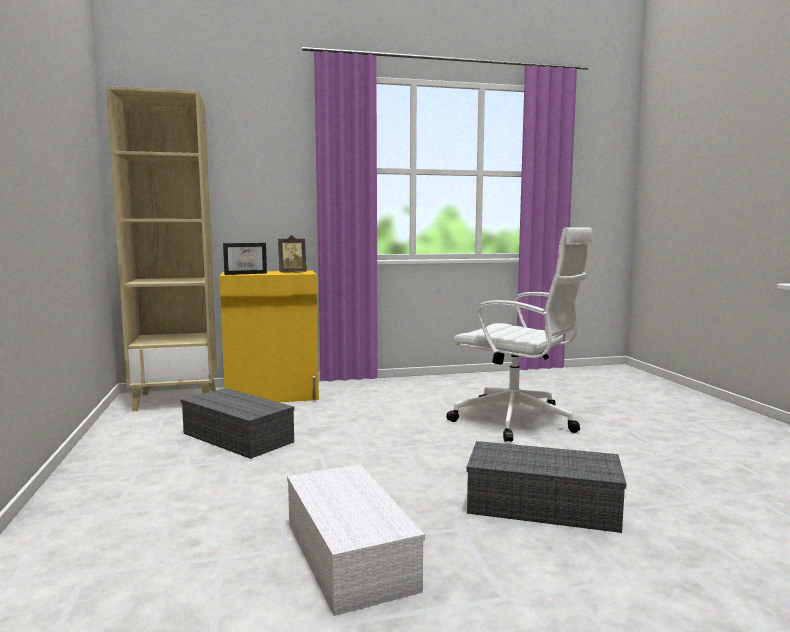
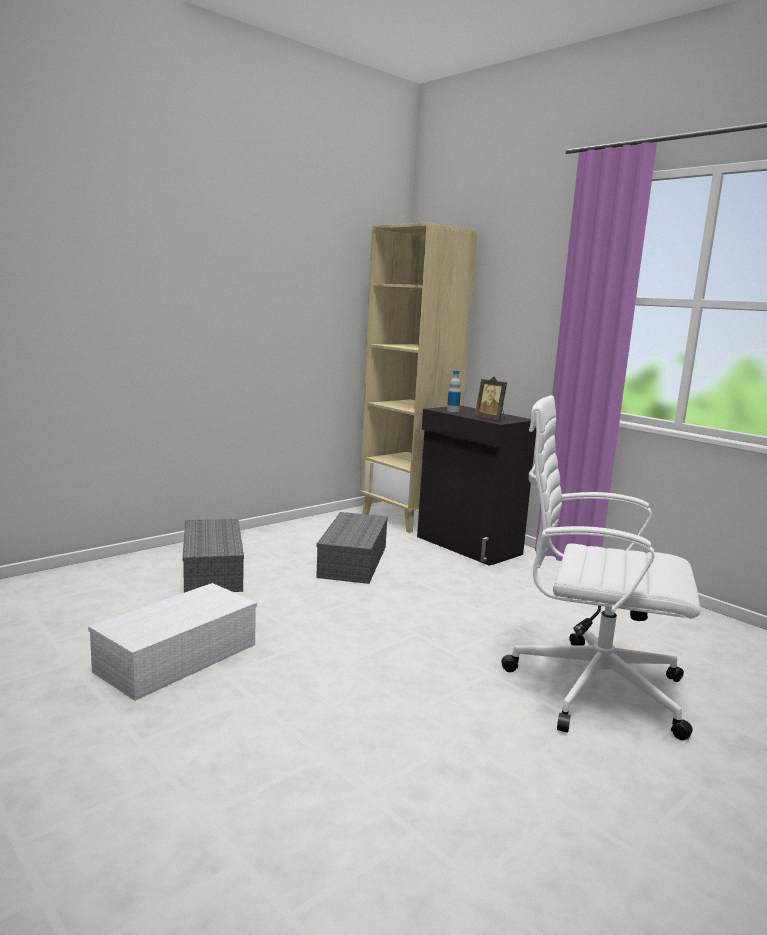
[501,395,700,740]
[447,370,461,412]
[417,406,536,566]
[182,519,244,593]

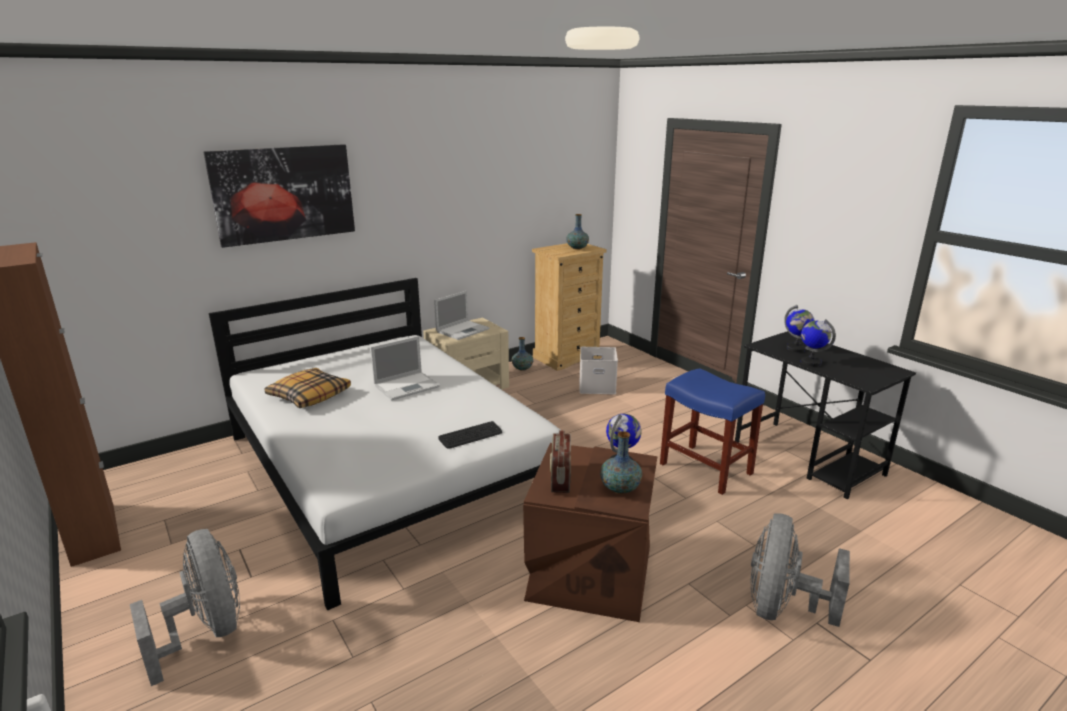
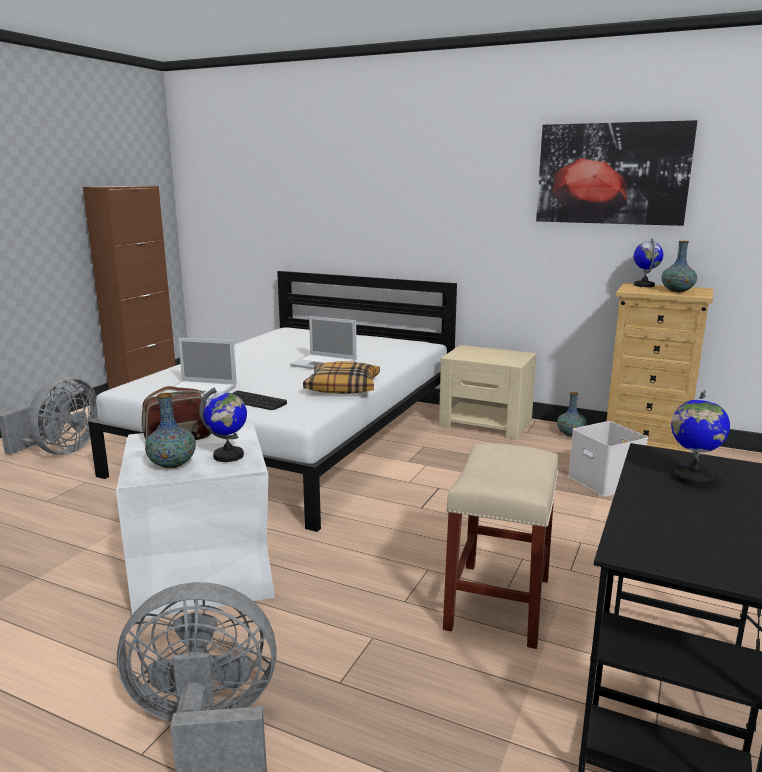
[536,120,697,226]
[162,338,237,400]
[634,239,663,287]
[303,361,380,394]
[443,443,558,649]
[116,423,275,620]

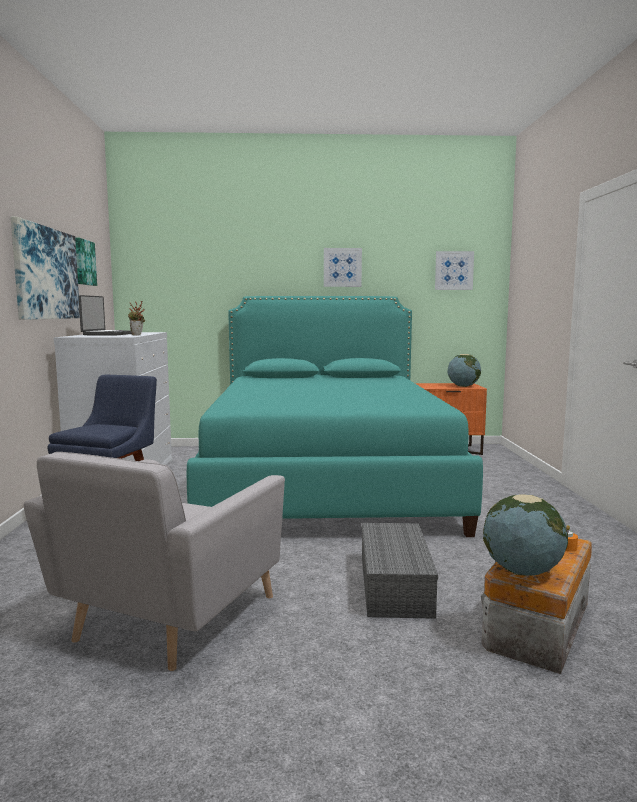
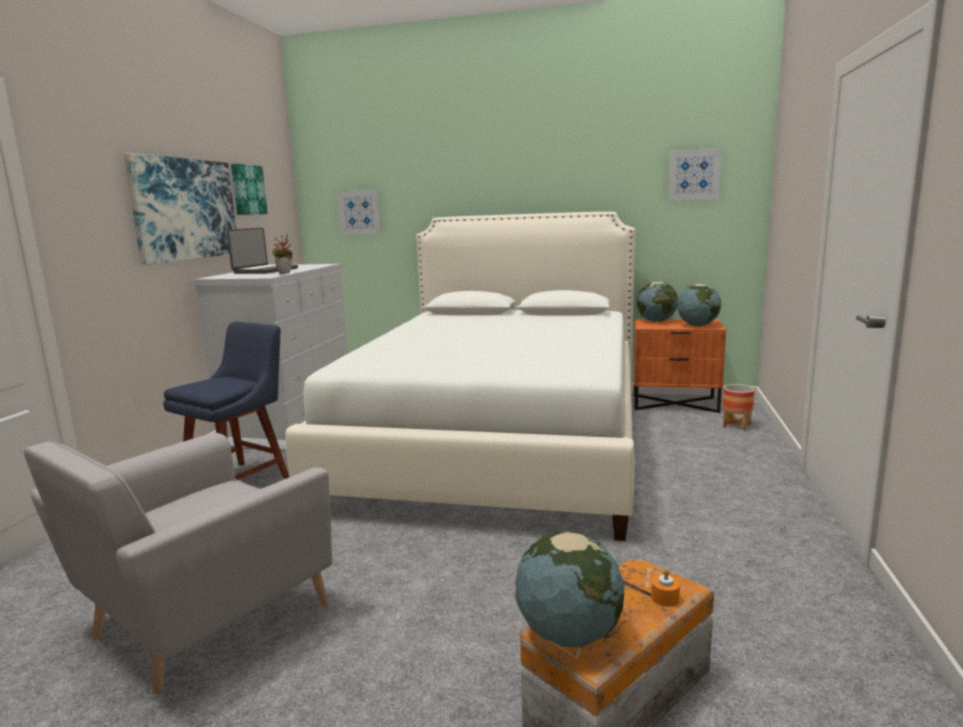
[337,190,381,235]
[286,212,635,541]
[361,523,438,619] (first image)
[637,282,678,322]
[723,384,755,431]

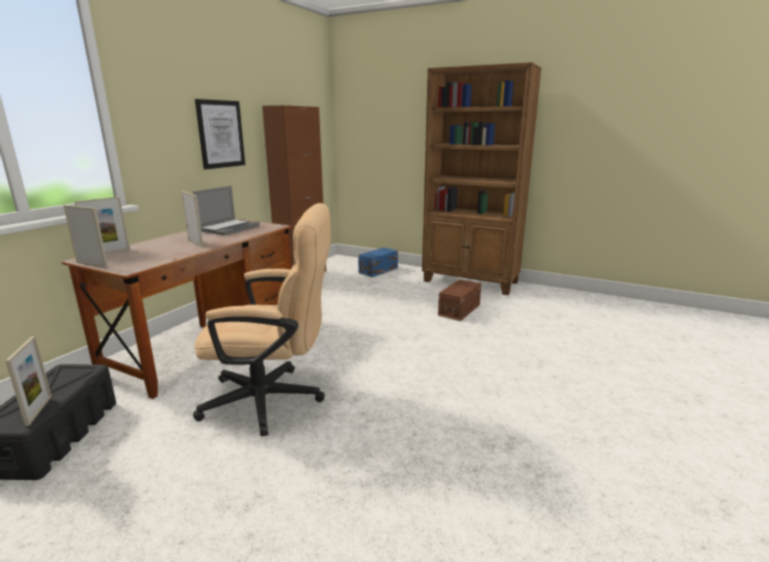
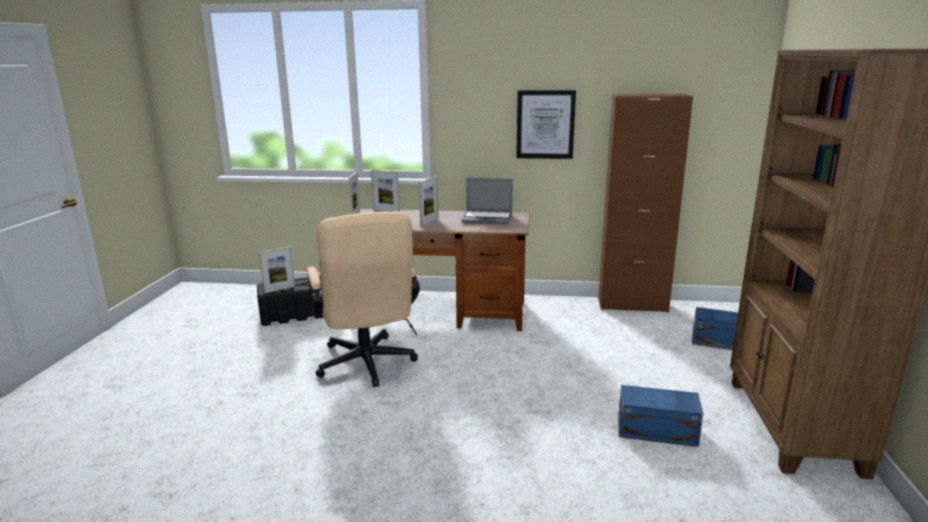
[618,385,703,447]

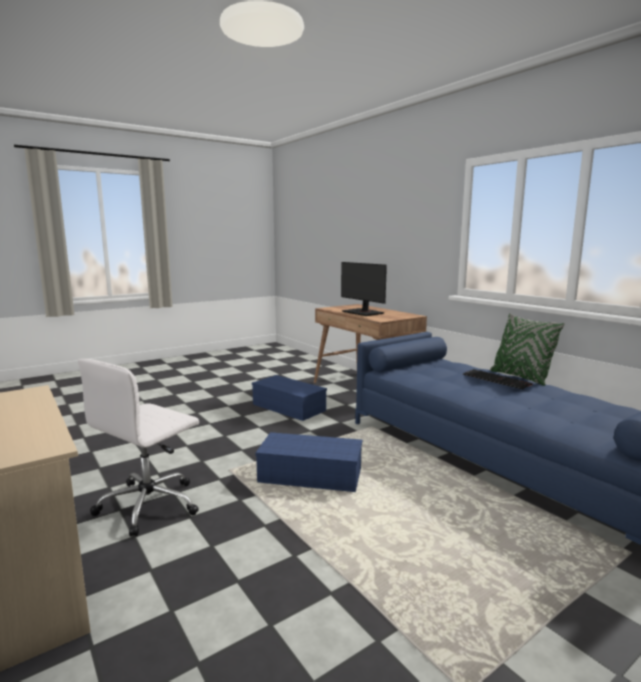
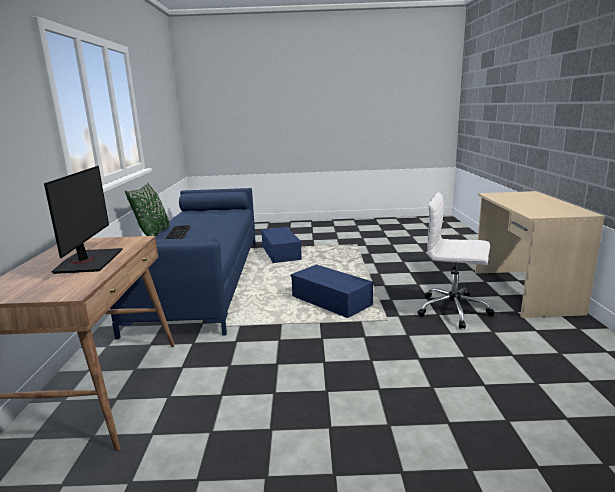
[418,192,494,329]
[261,227,302,263]

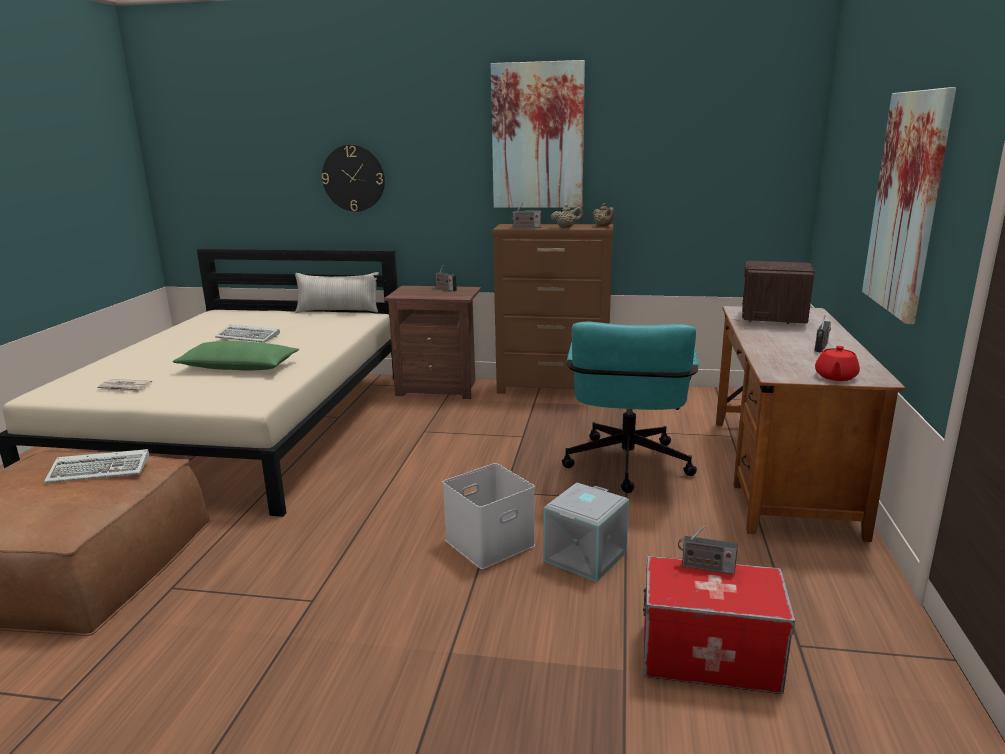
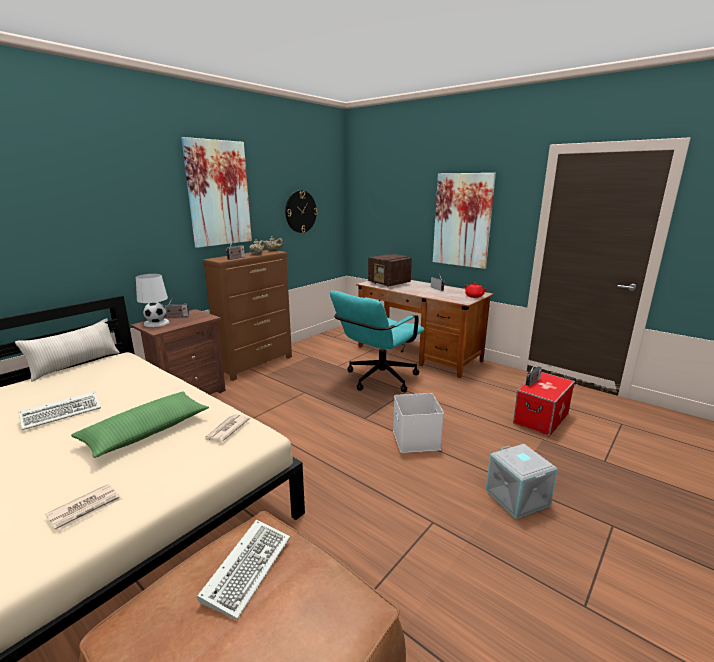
[285,190,317,233]
[330,291,425,392]
[486,444,558,519]
[136,274,169,327]
[205,414,250,442]

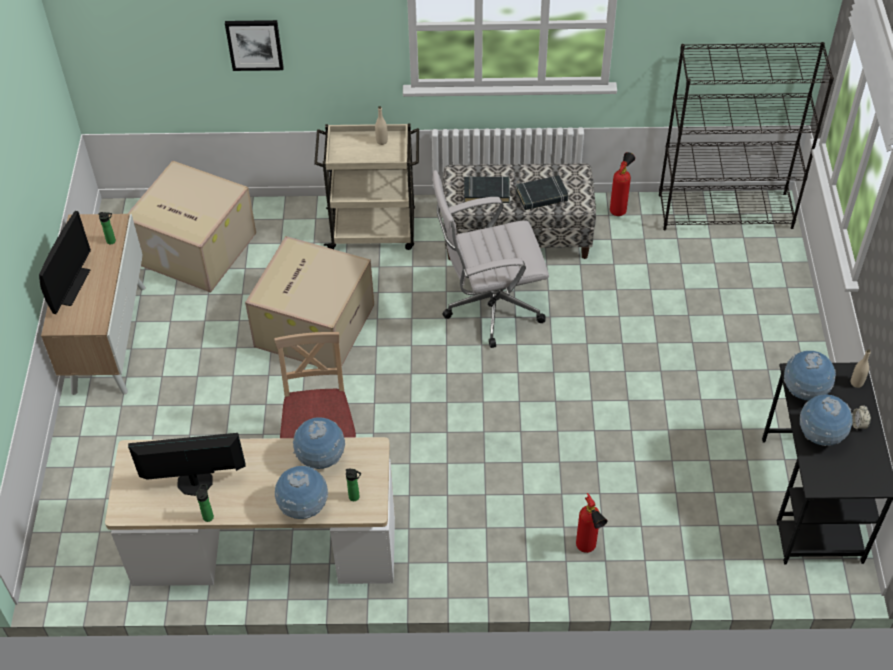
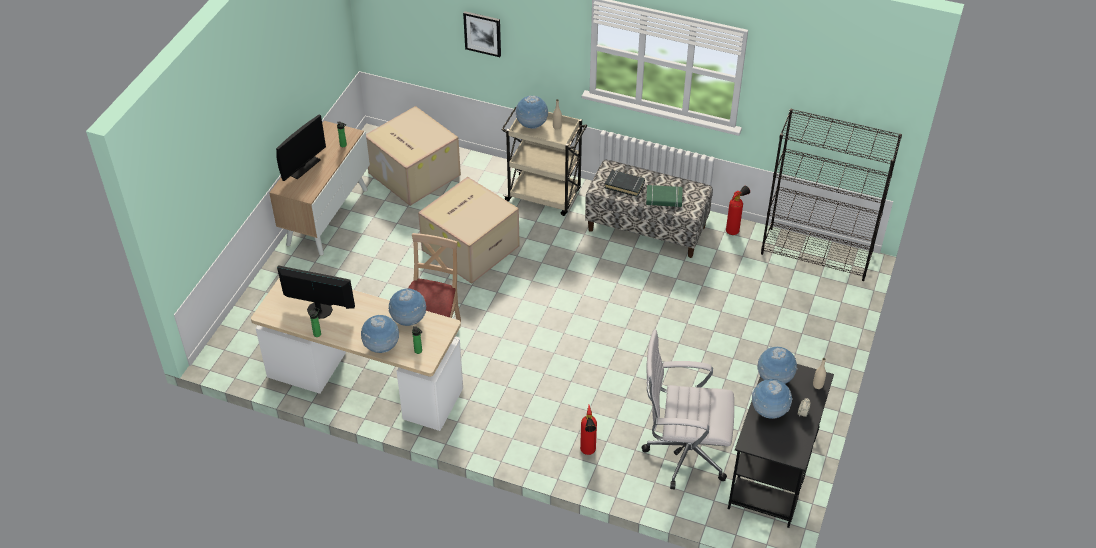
[642,330,734,489]
[646,185,683,207]
[515,96,548,129]

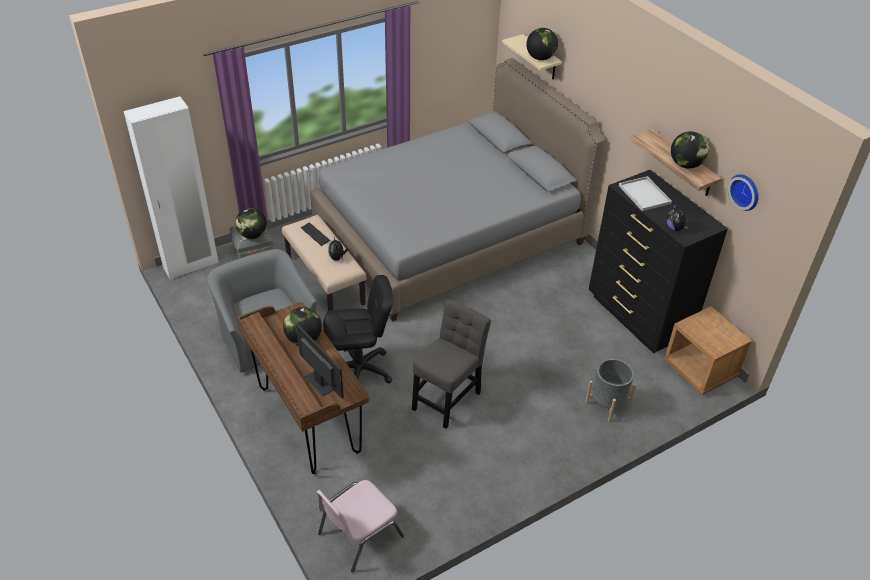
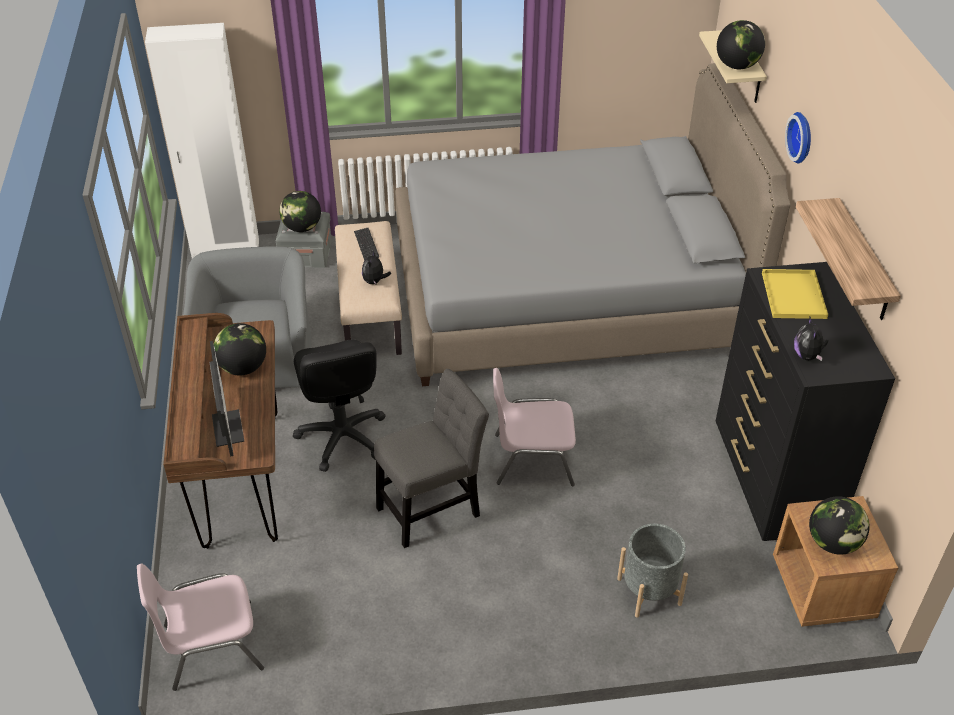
[809,496,870,554]
[785,112,811,164]
[762,269,828,319]
[293,339,386,472]
[493,368,576,486]

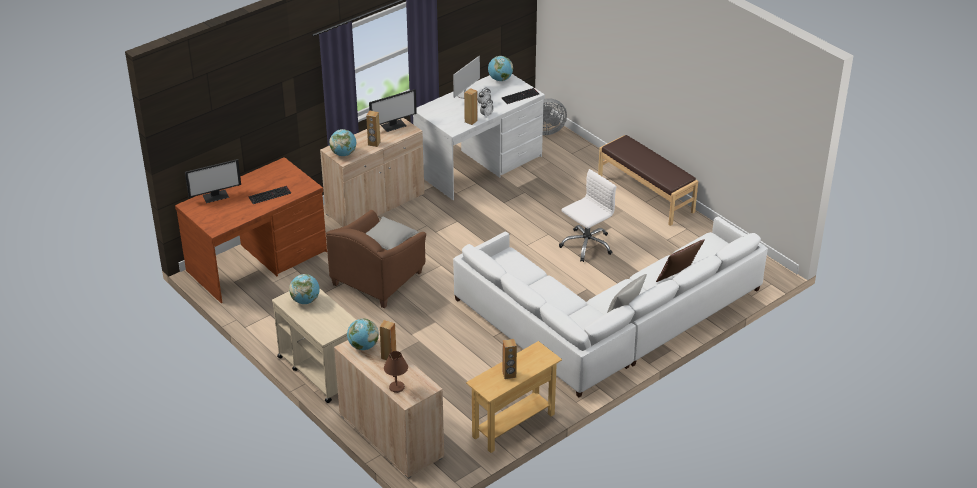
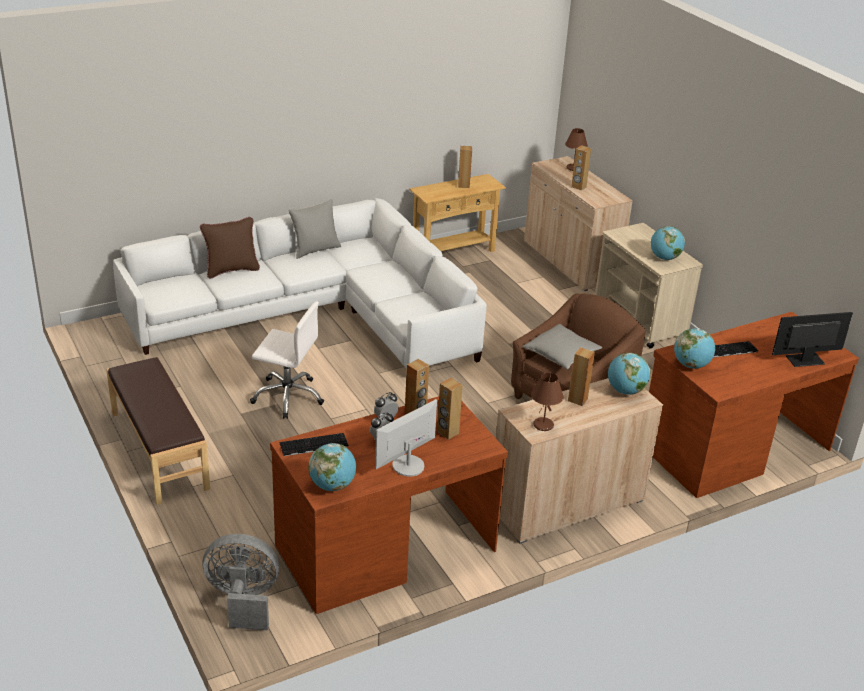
[270,396,508,614]
[531,373,564,431]
[250,301,324,419]
[674,329,715,369]
[437,378,462,440]

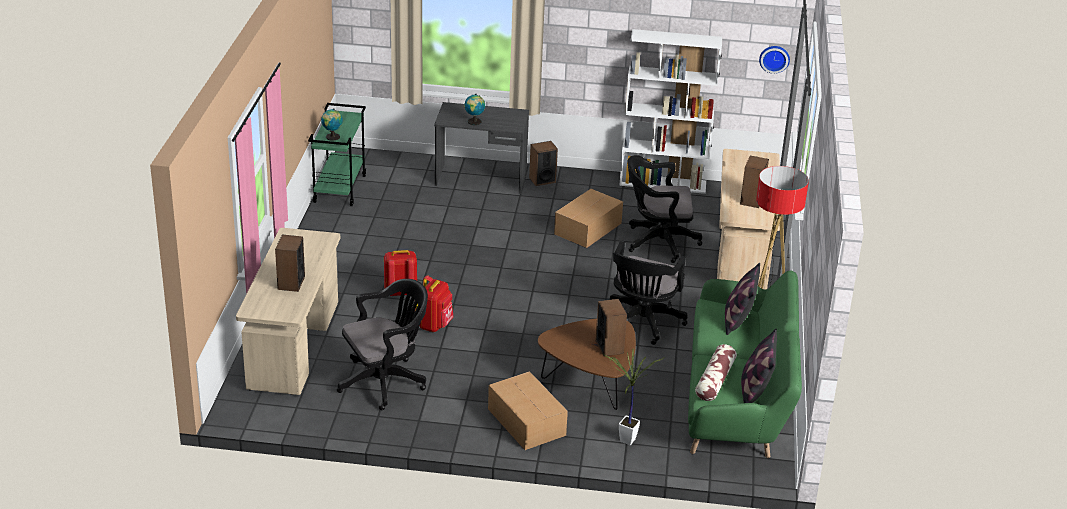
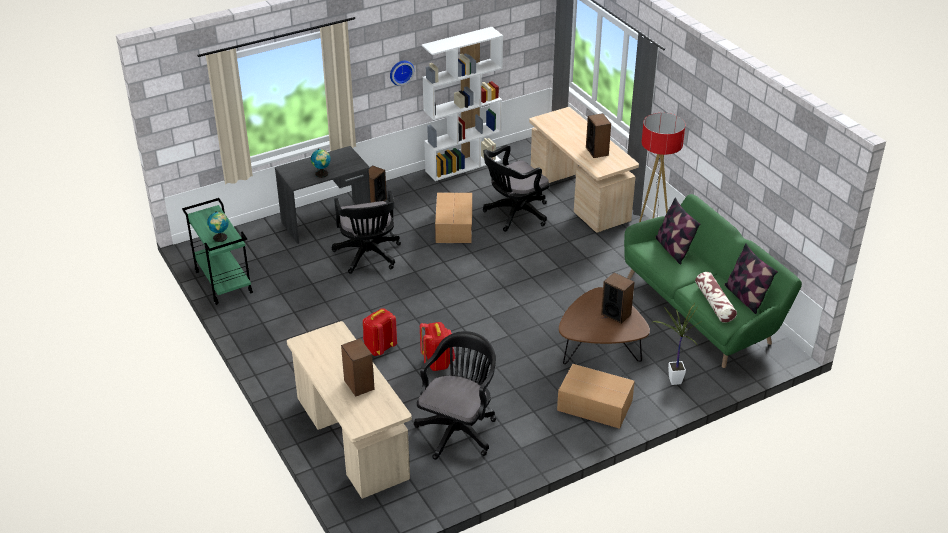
[390,61,414,86]
[332,191,401,274]

